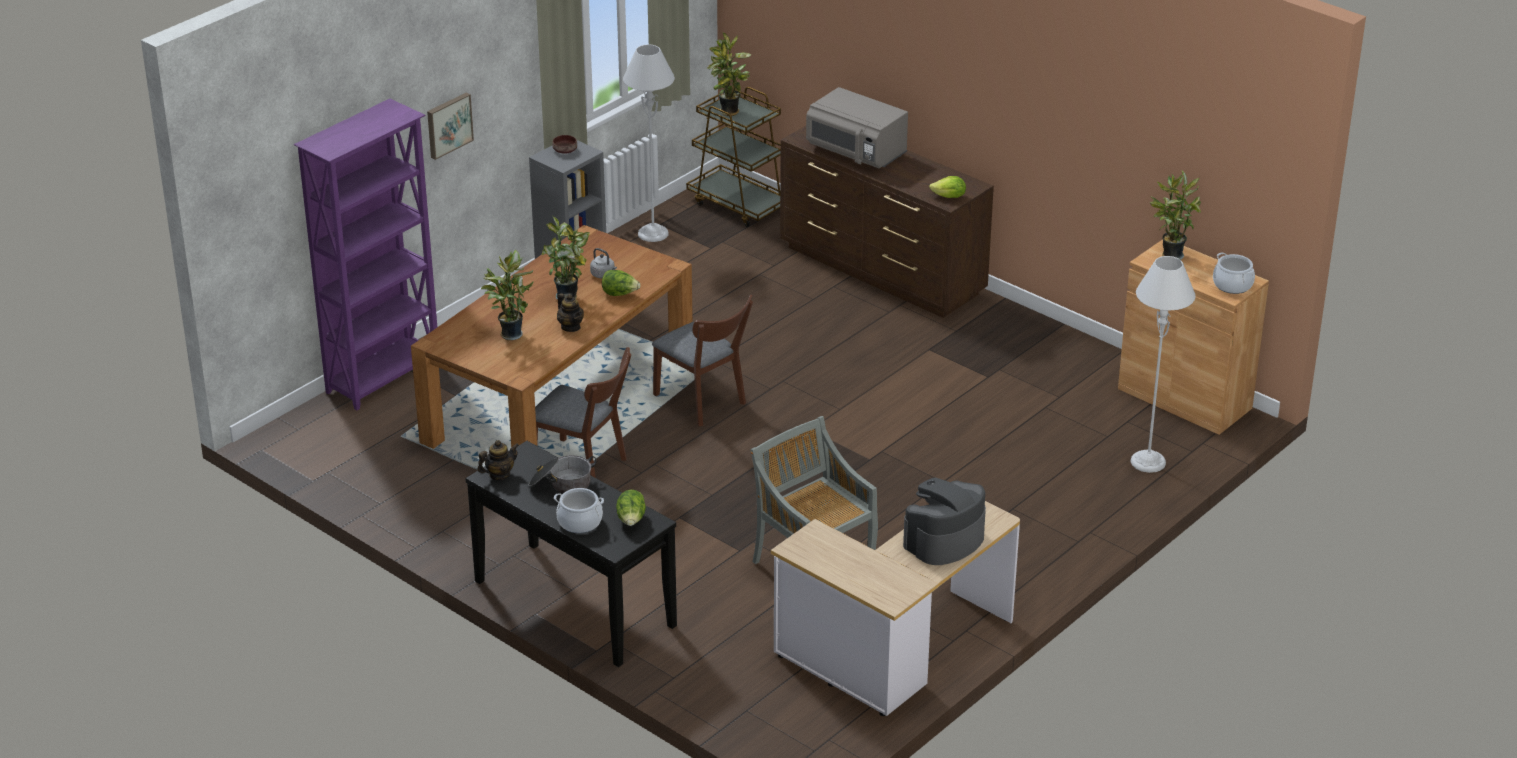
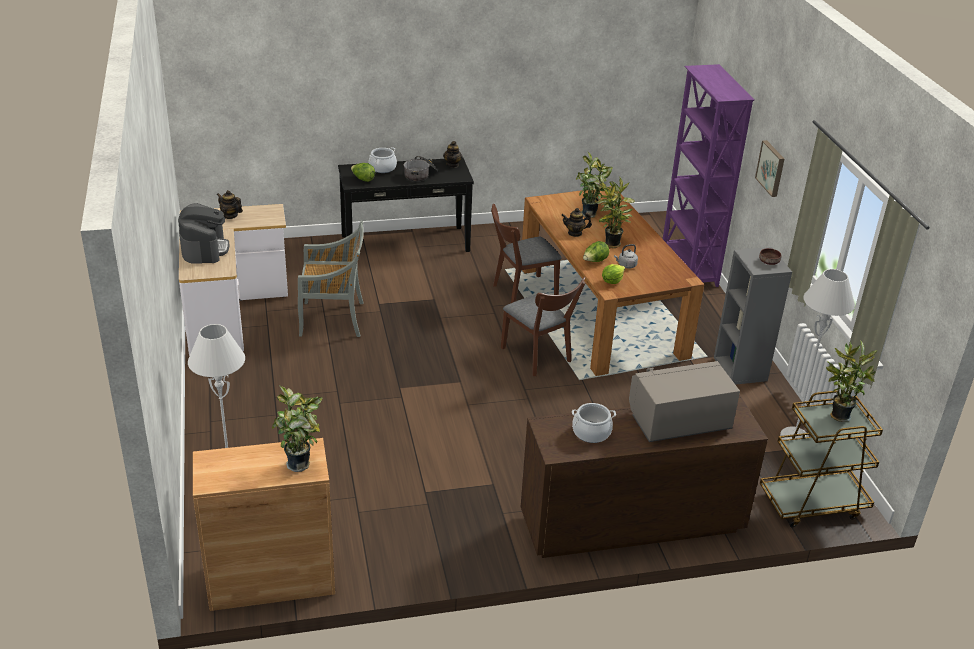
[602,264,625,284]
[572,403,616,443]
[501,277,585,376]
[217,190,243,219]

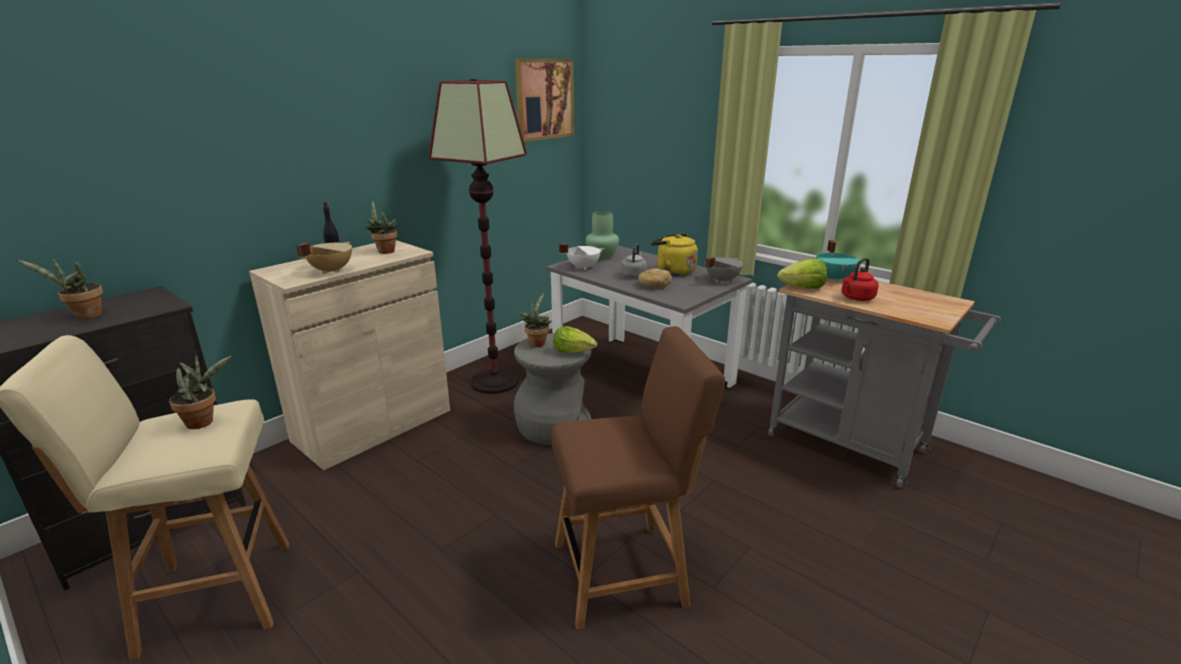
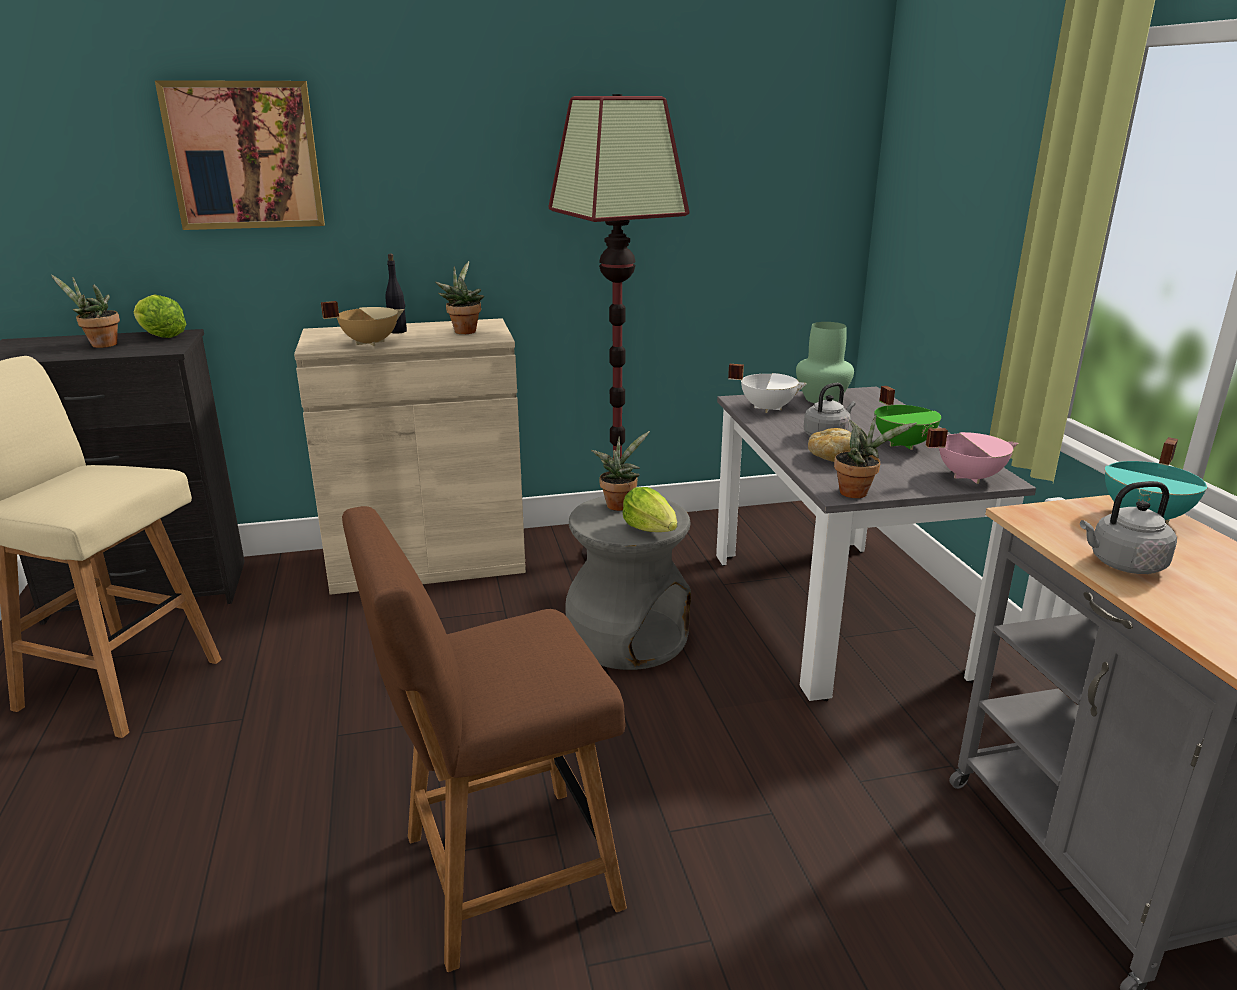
[155,80,325,230]
[874,386,941,450]
[926,428,1018,484]
[1080,481,1177,574]
[134,294,186,338]
[342,506,627,972]
[834,414,917,498]

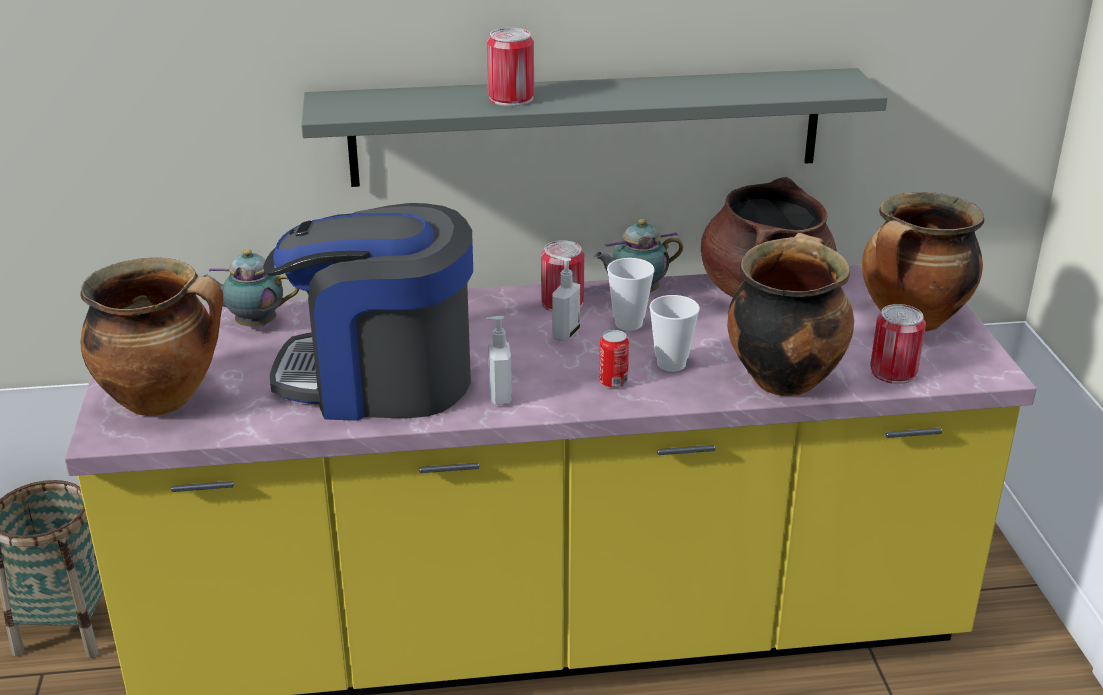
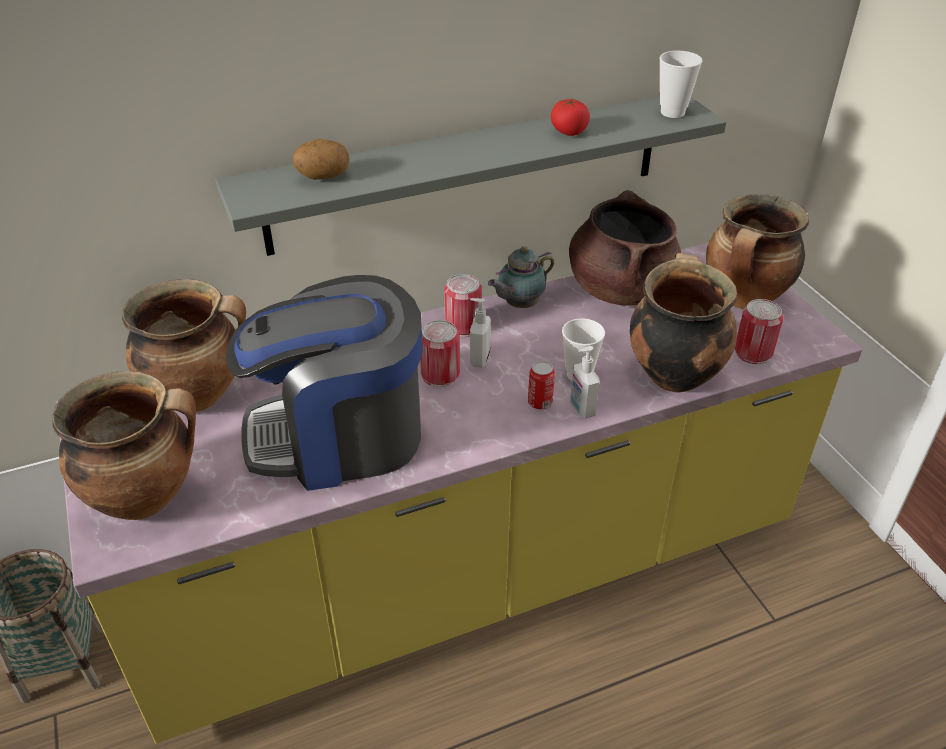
[420,320,460,387]
[122,279,246,412]
[659,51,703,118]
[570,346,599,418]
[551,99,590,136]
[293,139,350,180]

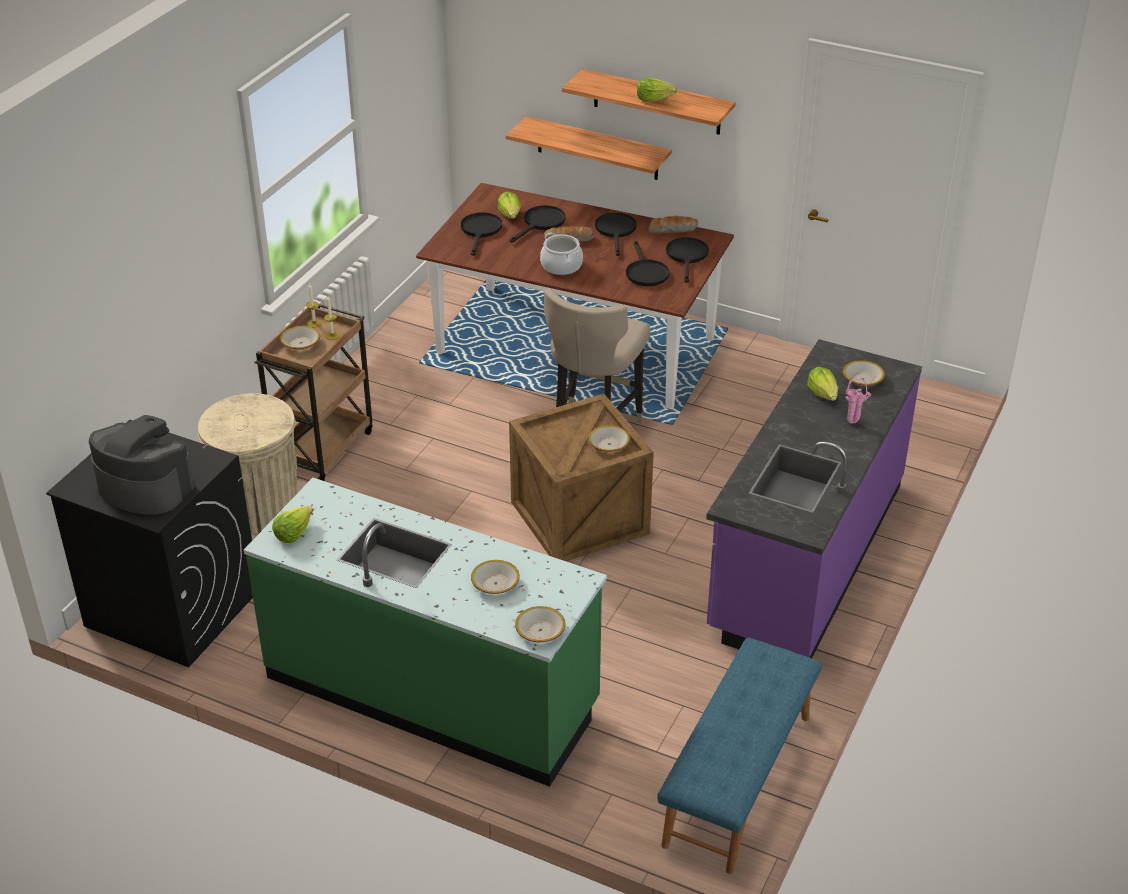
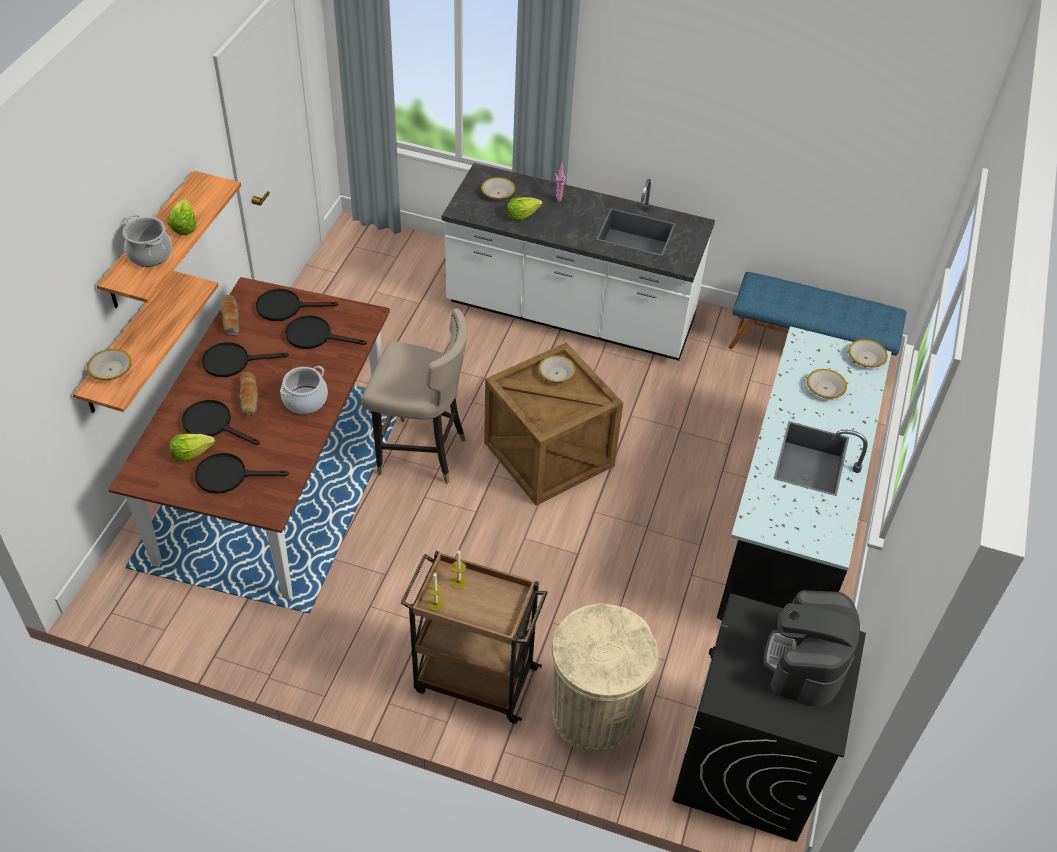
[285,315,367,349]
[87,349,132,380]
[442,163,715,361]
[717,326,891,620]
[272,506,313,543] (first image)
[123,214,172,267]

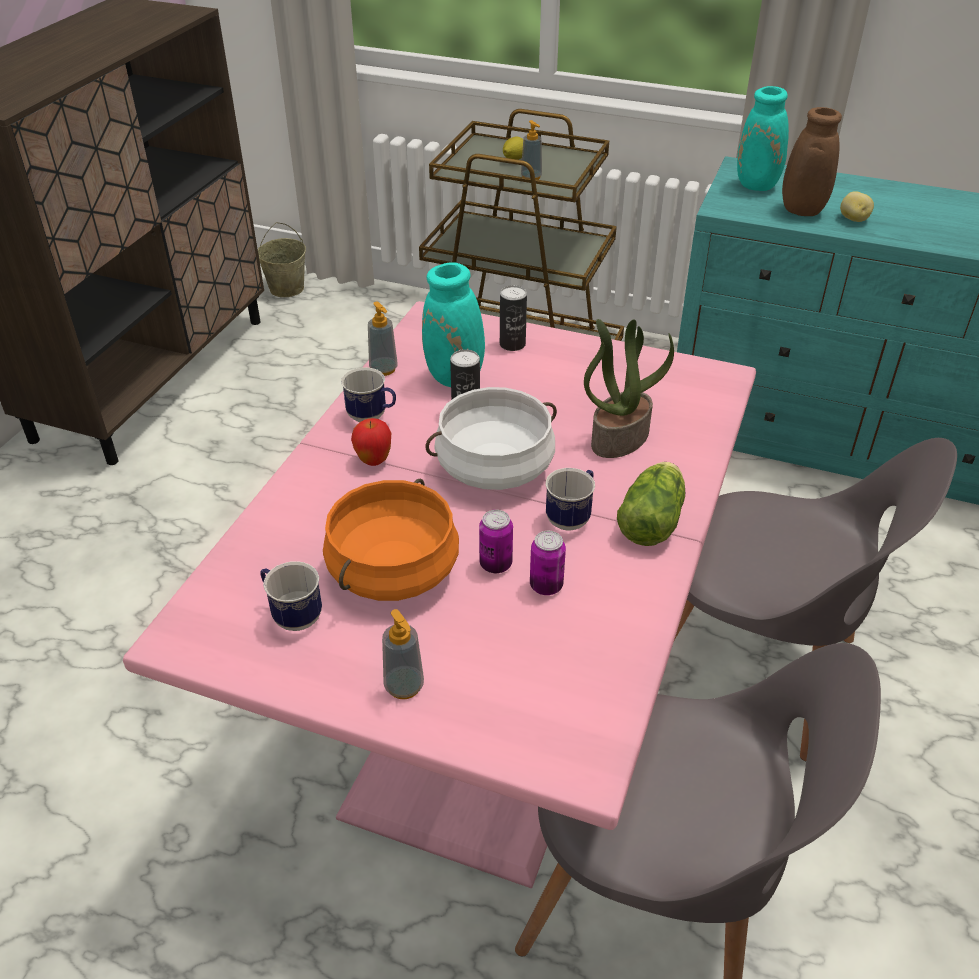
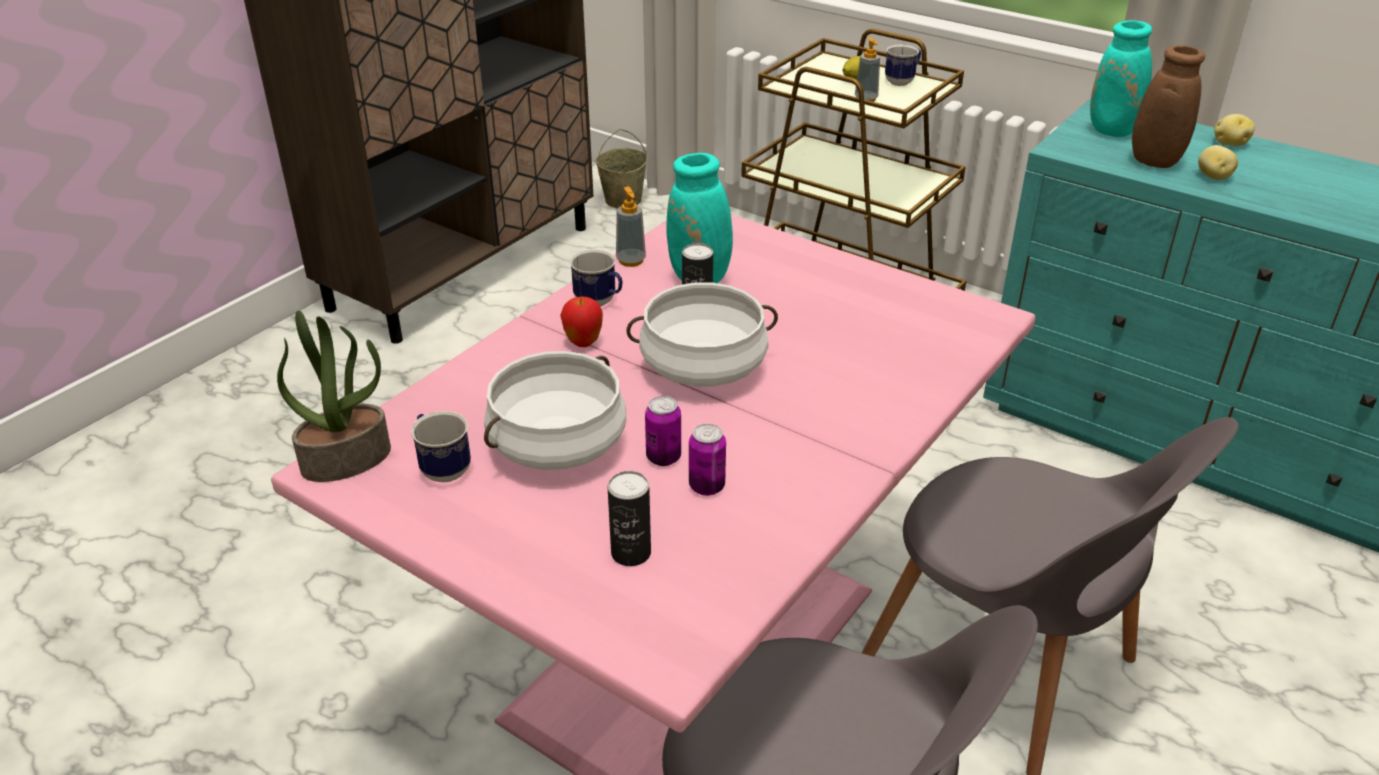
[608,471,651,566]
[277,310,391,482]
[617,462,685,546] (first image)
[885,45,921,86]
[484,351,626,470]
[382,609,424,699] (first image)
[1214,114,1255,146]

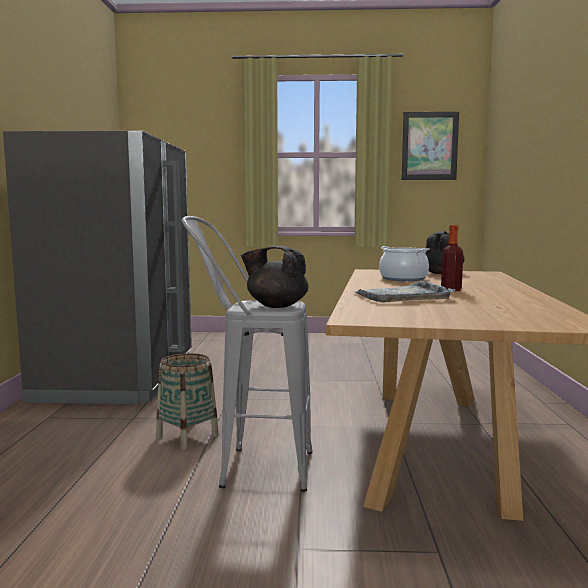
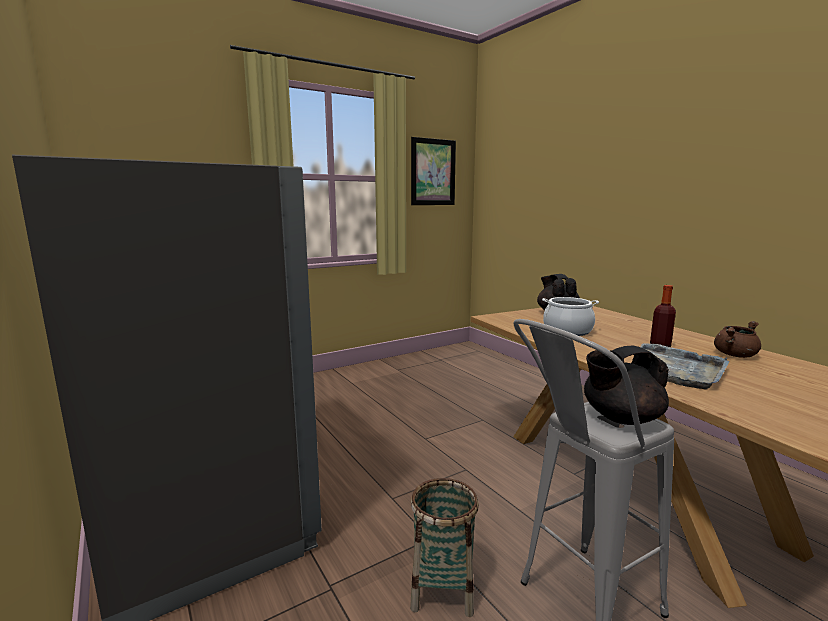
[714,321,761,358]

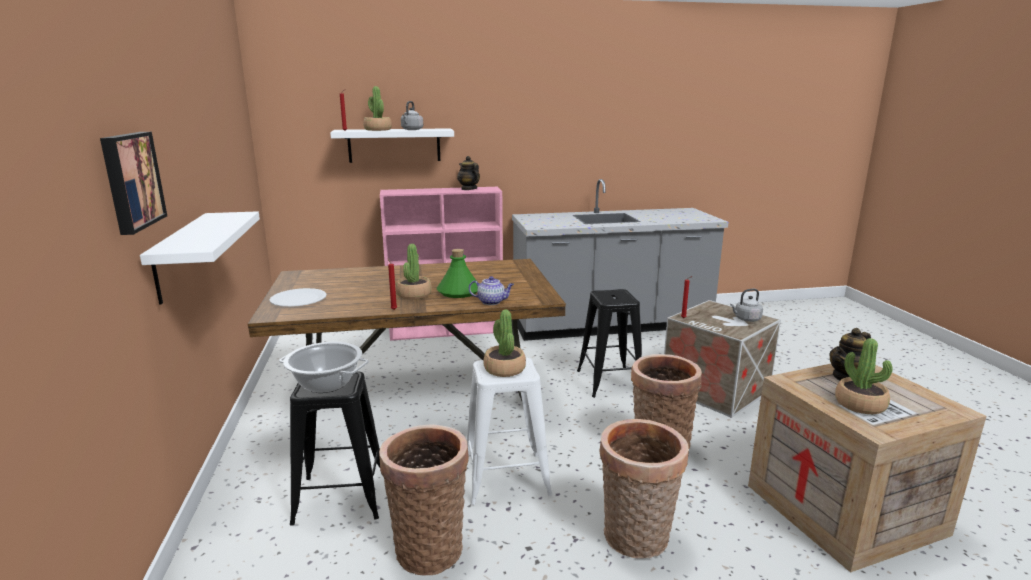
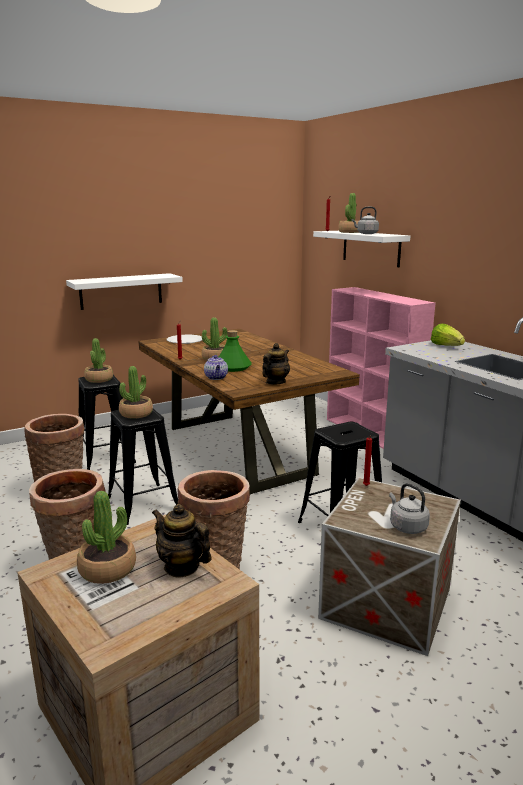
[100,132,167,235] (first image)
[262,343,290,385]
[84,338,113,383]
[108,409,178,525]
[431,324,465,346]

